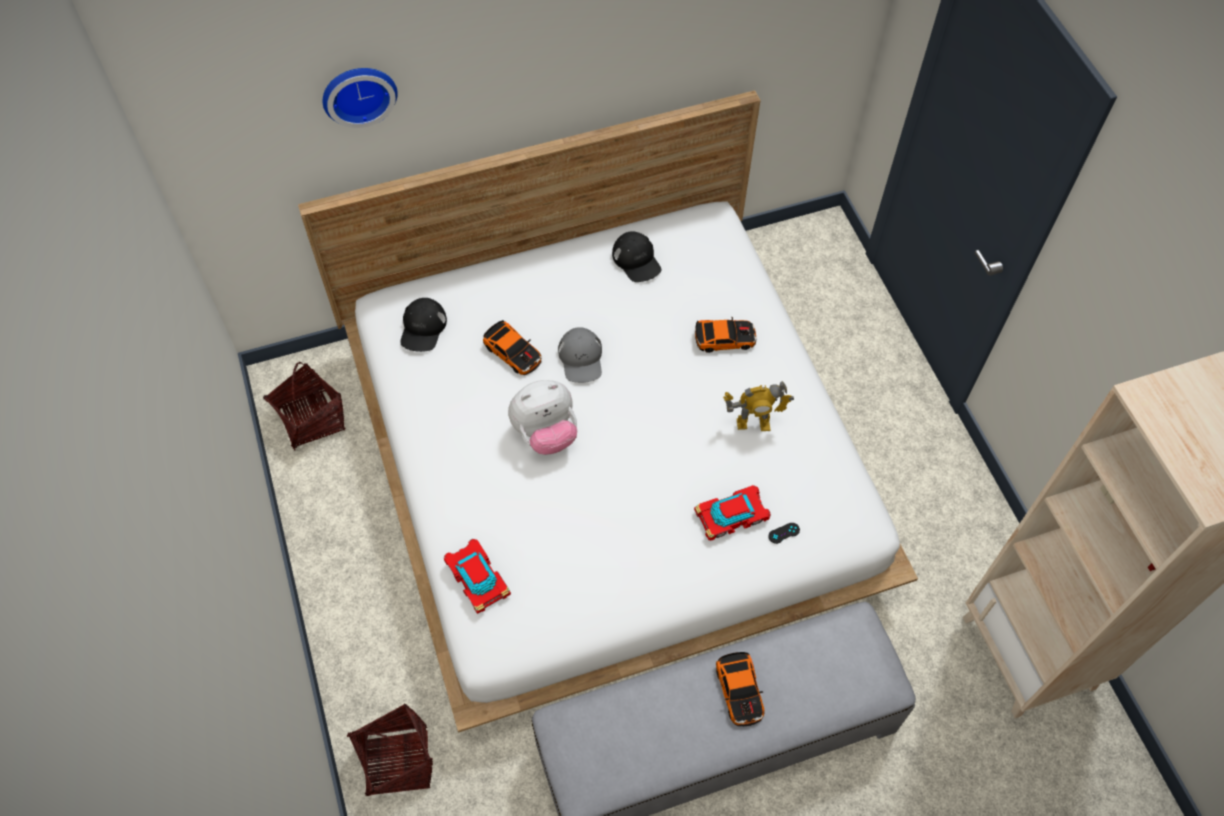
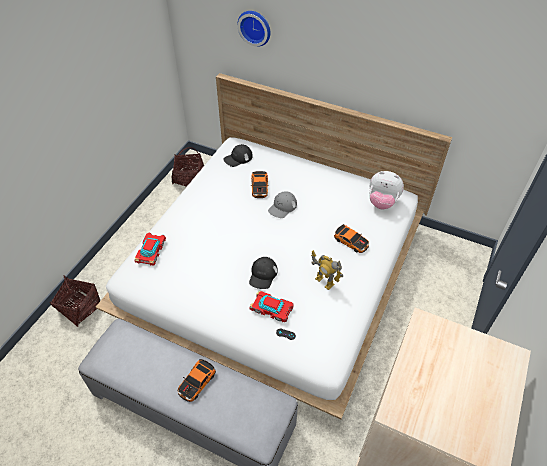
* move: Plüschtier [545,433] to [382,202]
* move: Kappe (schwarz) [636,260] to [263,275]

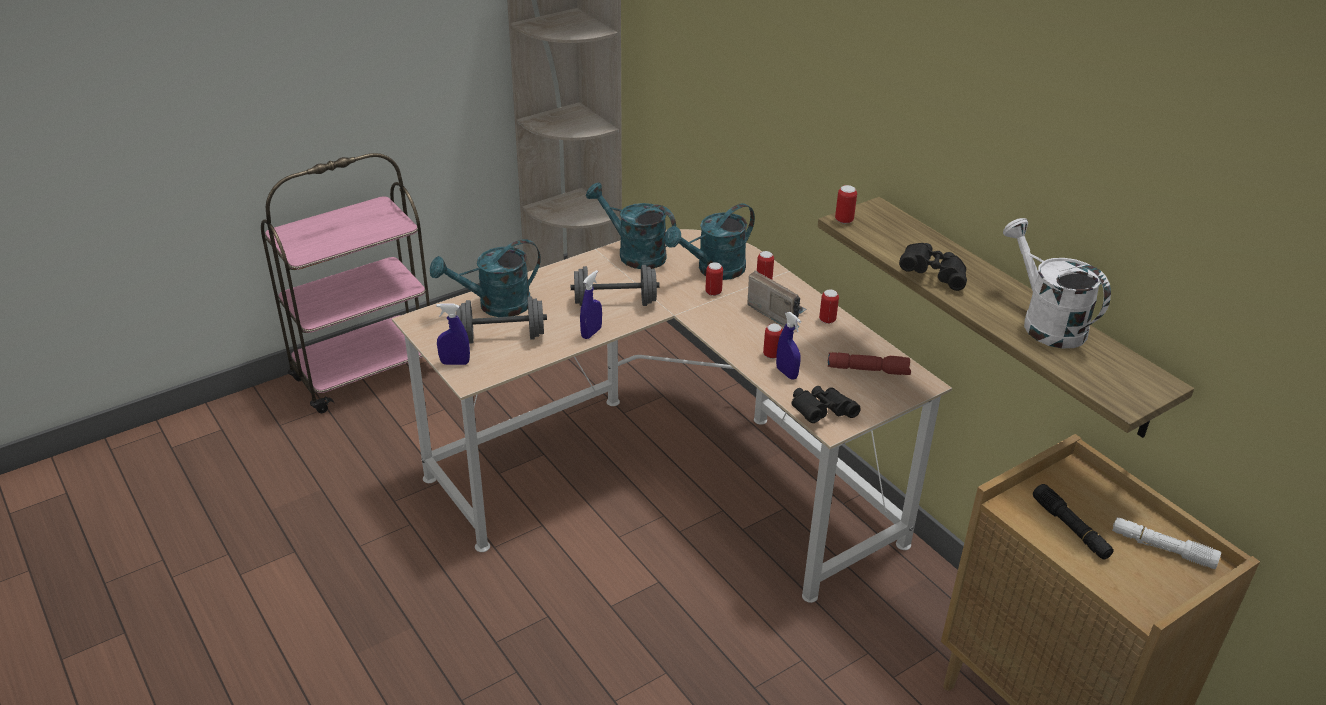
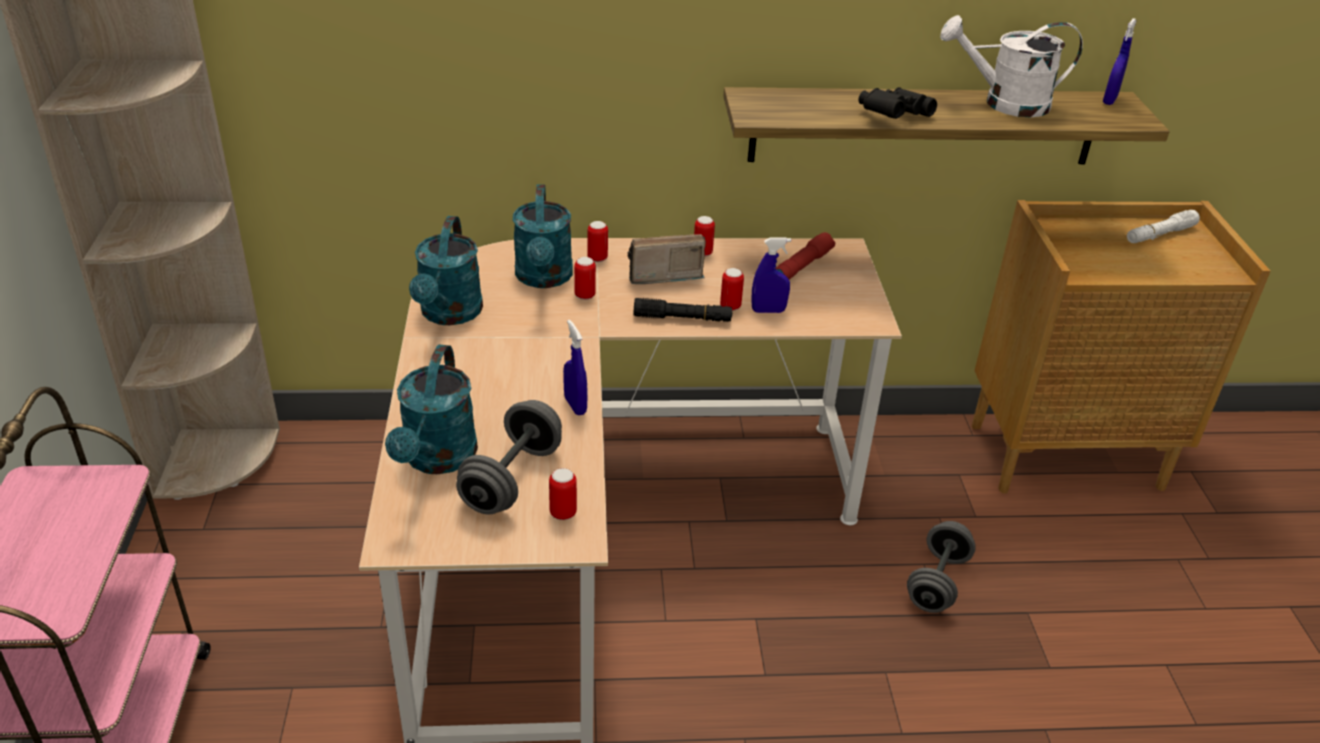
* move: Sprühflasche (blau) [455,363] to [1109,100]
* move: Hantel (grau) [615,303] to [937,582]
* rotate: Gießkanne (türkis) [634,253] = [449,315] 60 degrees counterclockwise
* delete: Fernglas (schwarz) [821,413]
* move: Dose [844,220] to [563,513]
* move: Taschenlampe (schwarz) [1070,528] to [682,318]

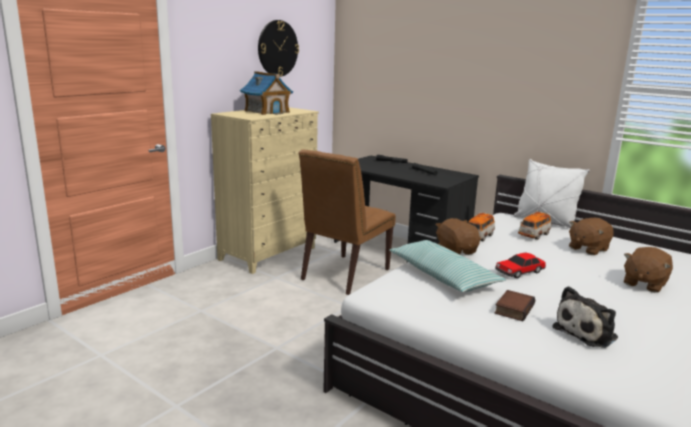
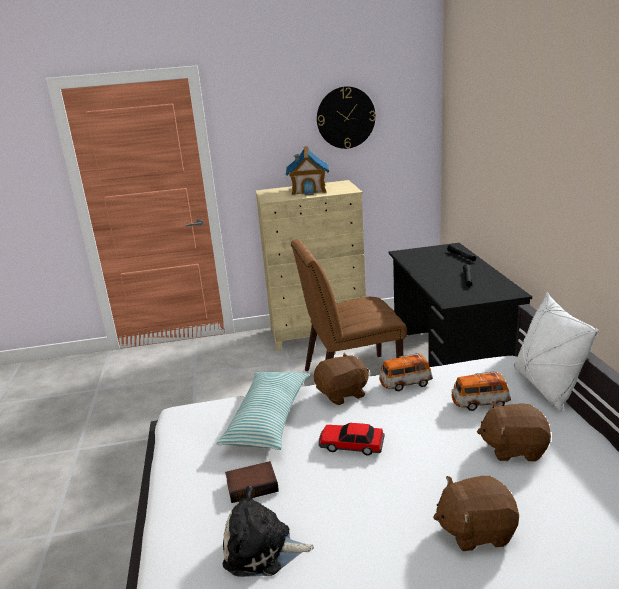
* rotate: Plüschtier (braun) [456,251] = [342,394] 45 degrees clockwise

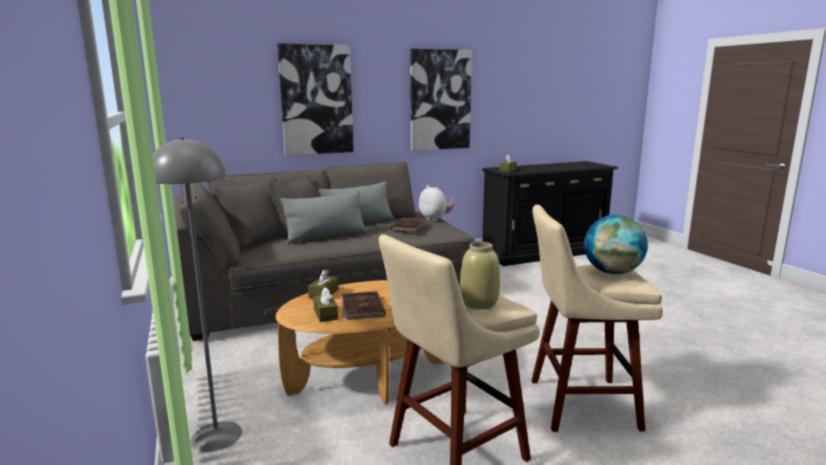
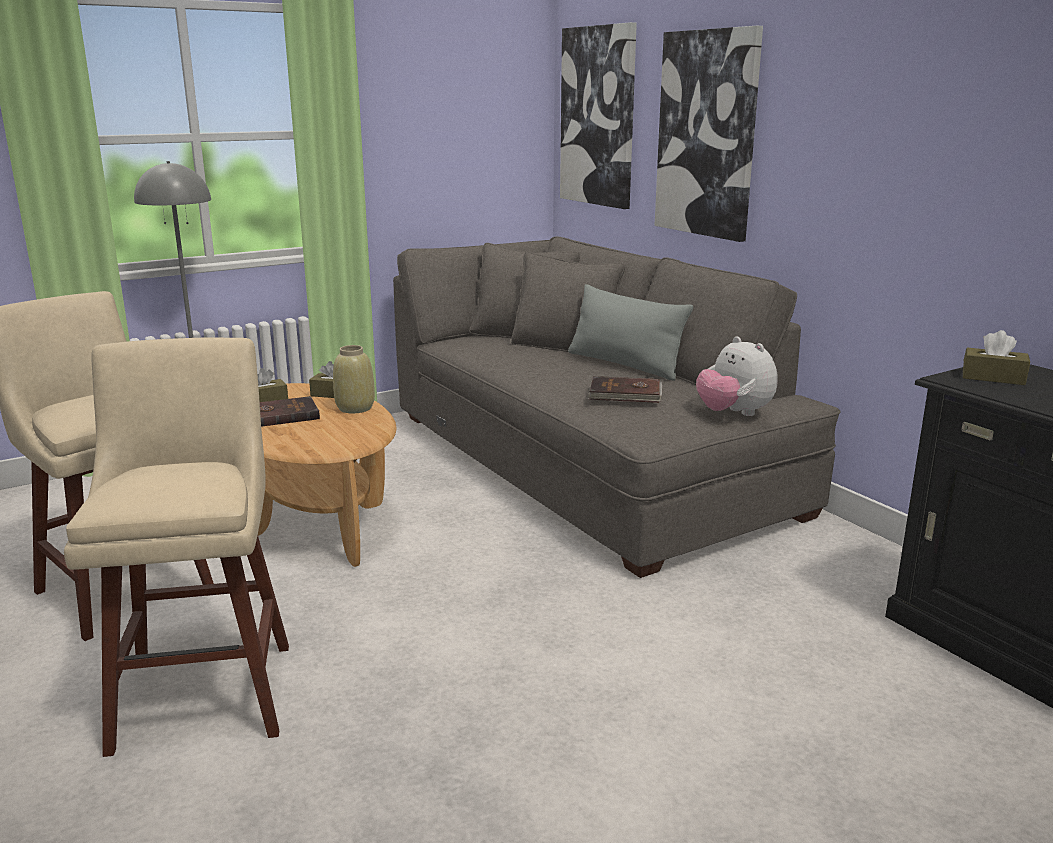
* delete: Kissen (grau) [326,236]
* move: Bild [440,100] to [598,117]
* rotate: Plüschtier [436,219] = [734,413] 105 degrees clockwise
* move: Vase (beige) [479,303] to [354,408]
* delete: Globus [612,272]

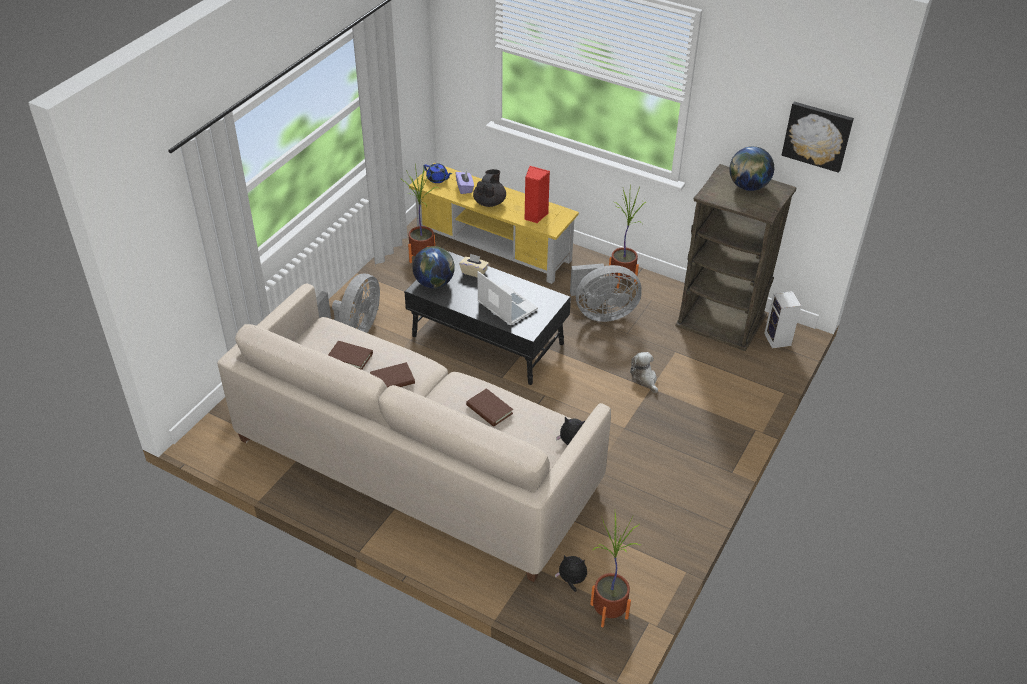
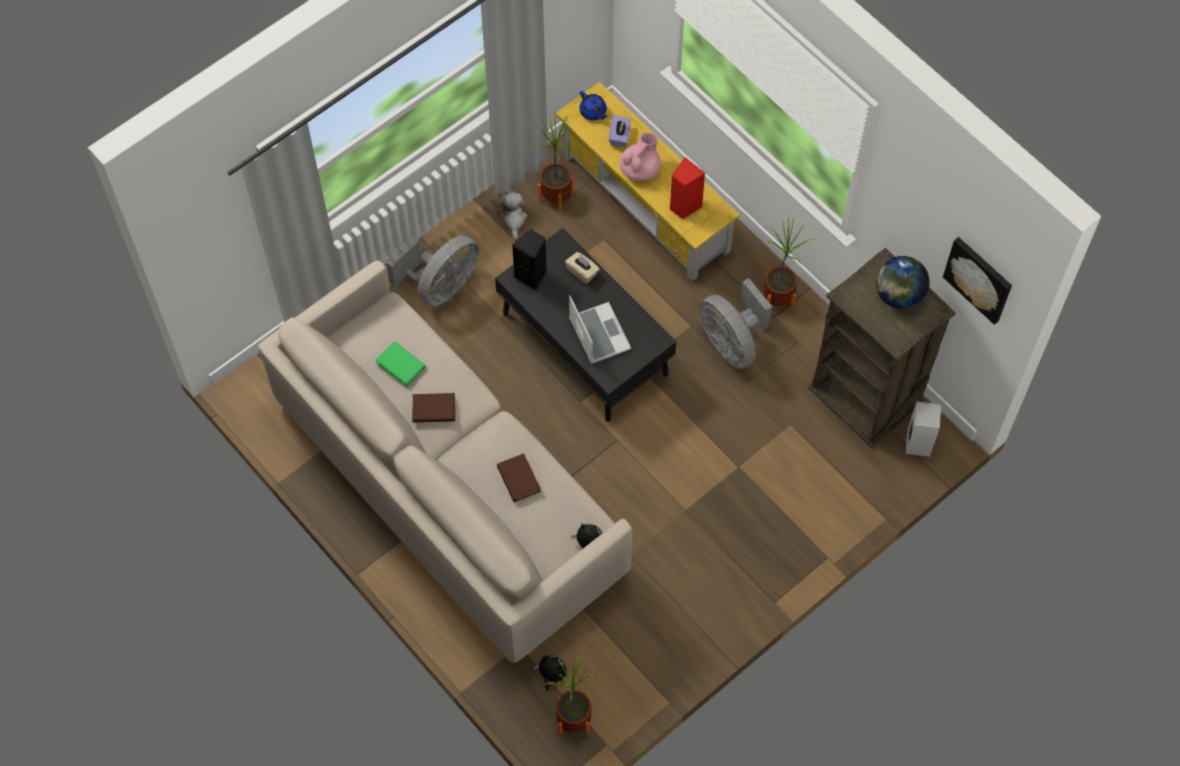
* recolor: Buch (braun) [350,357] to Buch (grün) [400,365]
* replace: Globus [434,283] to Lautsprecher (schwarz) [532,276]
* recolor: Teekanne (schwarz) [490,202] to Teekanne (rosa) [640,169]
* rotate: Ventilator (grau) [602,313] = [731,343] 45 degrees clockwise
* move: Plüschtier [644,379] to [512,219]

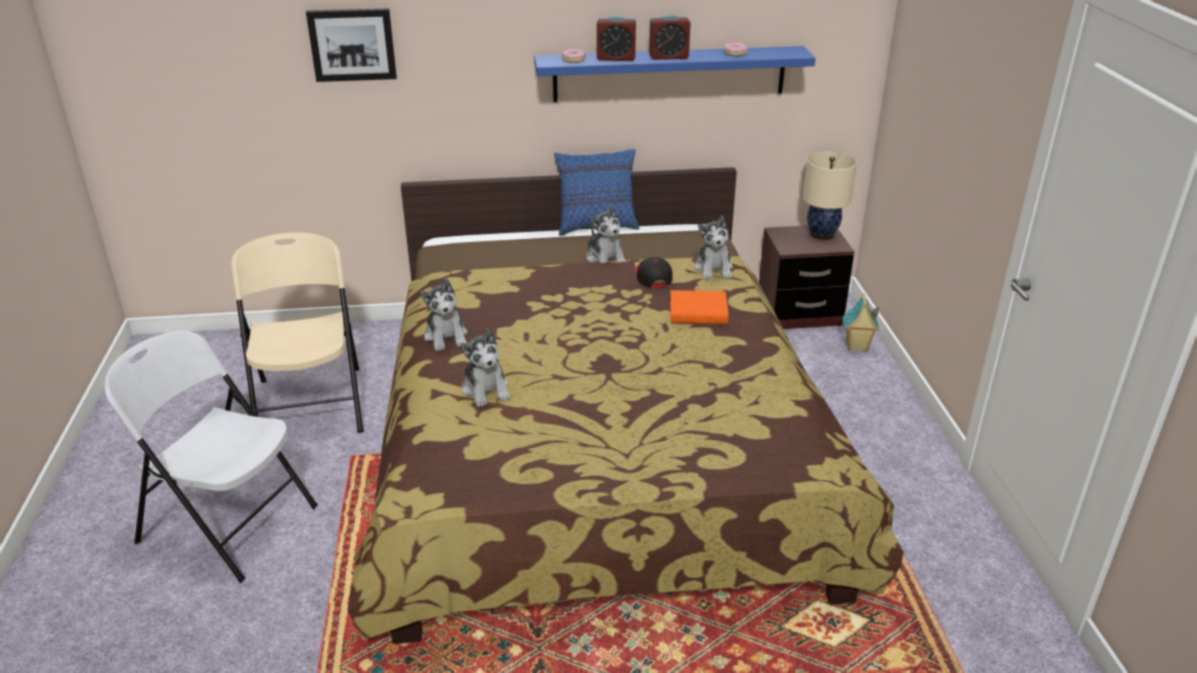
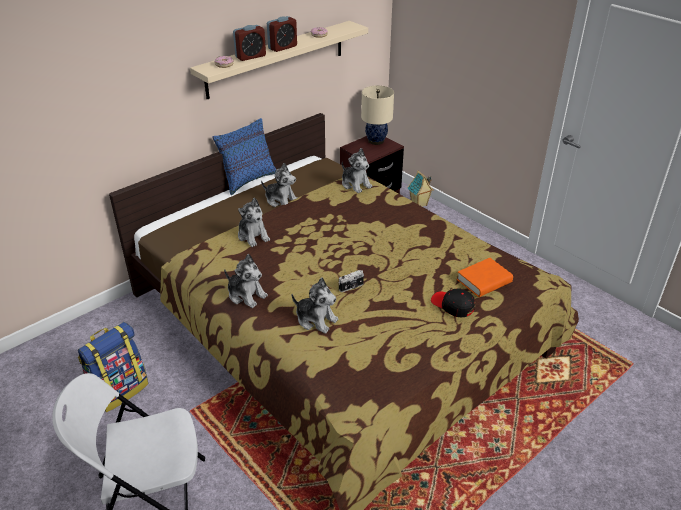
* replace: Stuhl (beige) [311,406] to Rucksack [119,390]
* delete: Bild [352,44]
* recolor: Wandregal (blau) [669,74] to Wandregal (beige) [276,59]
* move: Kappe (schwarz) [652,277] to [452,305]
* move: Buch (orange) [698,313] to [484,281]
* insert: Plüschtier [253,236]
* insert: Kamera [351,287]

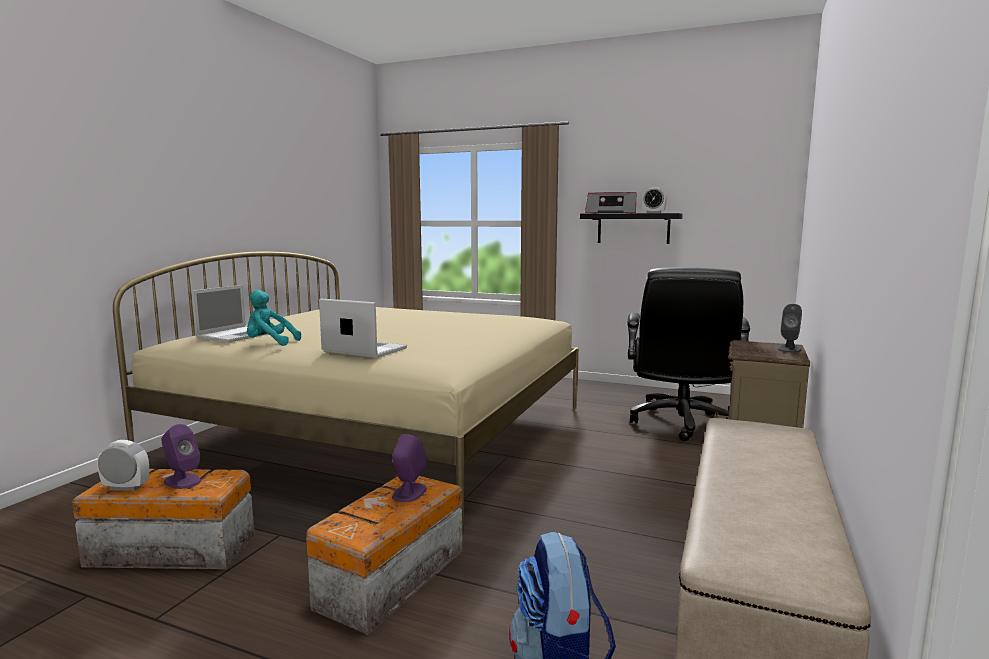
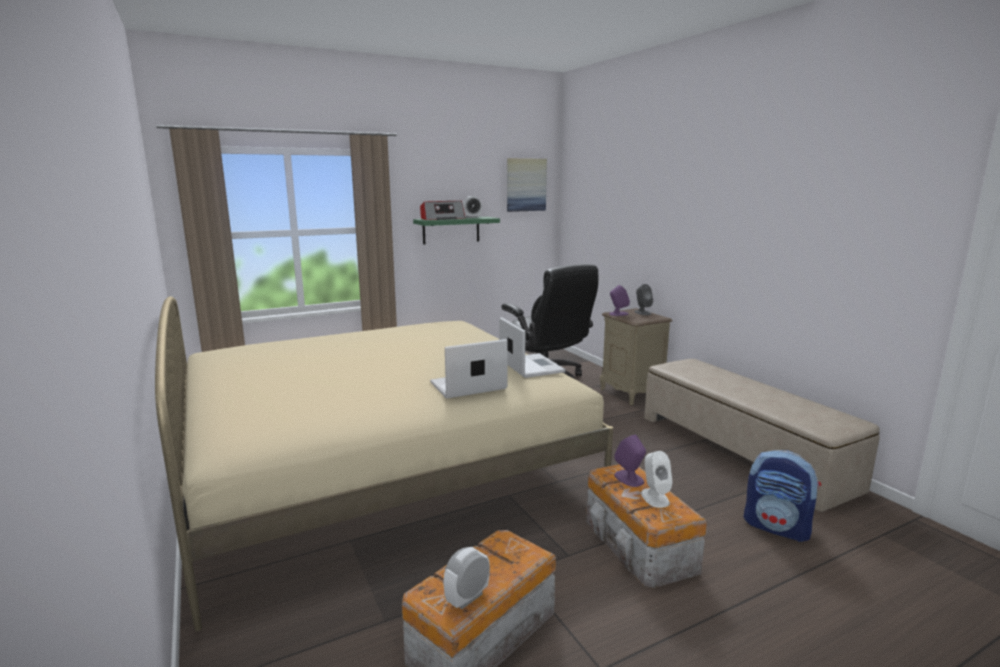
* move: Lautsprecher (lila) [182,481] to [618,314]
* move: Laptop [237,335] to [530,366]
* delete: Plüschtier (türkis) [269,343]
* recolor: Wandregal (schwarz) [633,228] to Wandregal (grün) [451,230]
* insert: Bild [526,185]
* insert: Lautsprecher (weiß) [654,497]

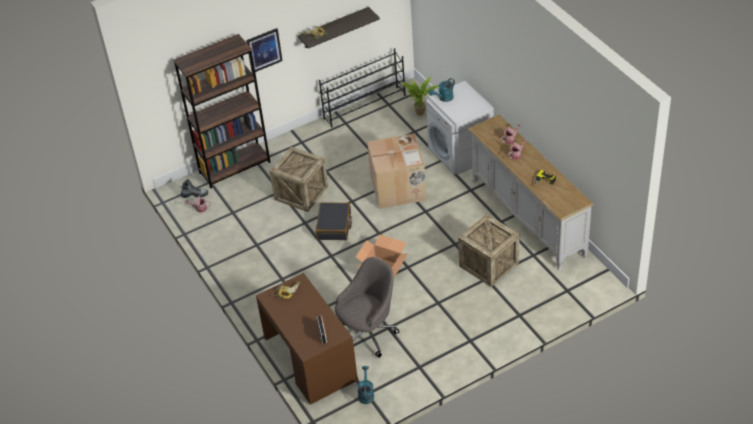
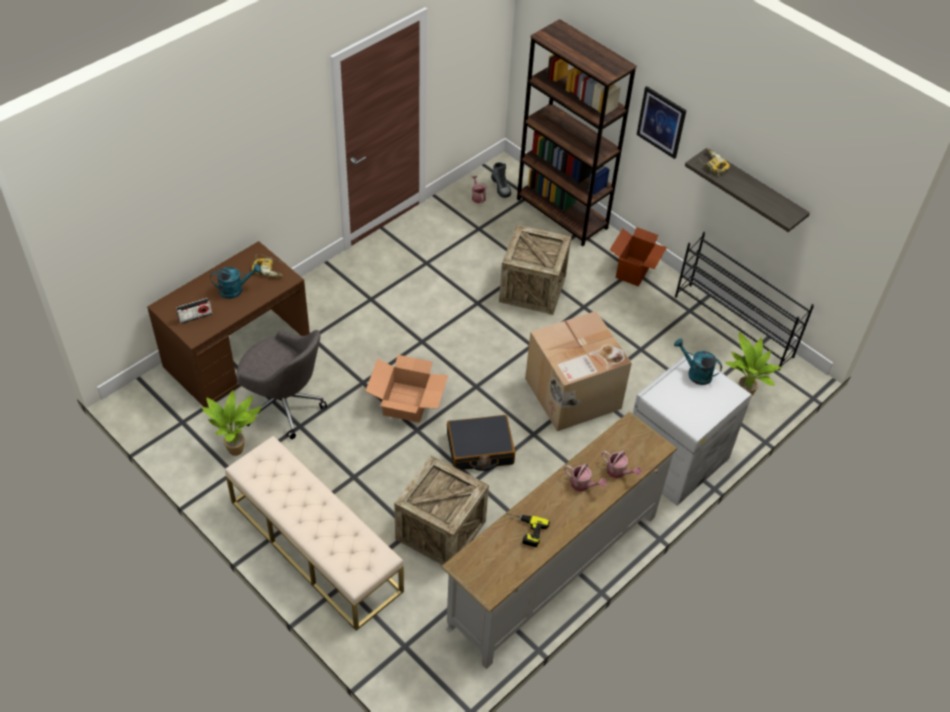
* move: Koffer (schwarz) [334,226] to [480,449]
* move: Gießkanne (türkis) [366,394] to [235,289]
* insert: Topfpflanze [238,449]
* insert: Bank (beige) [315,546]
* insert: Karton [633,271]

